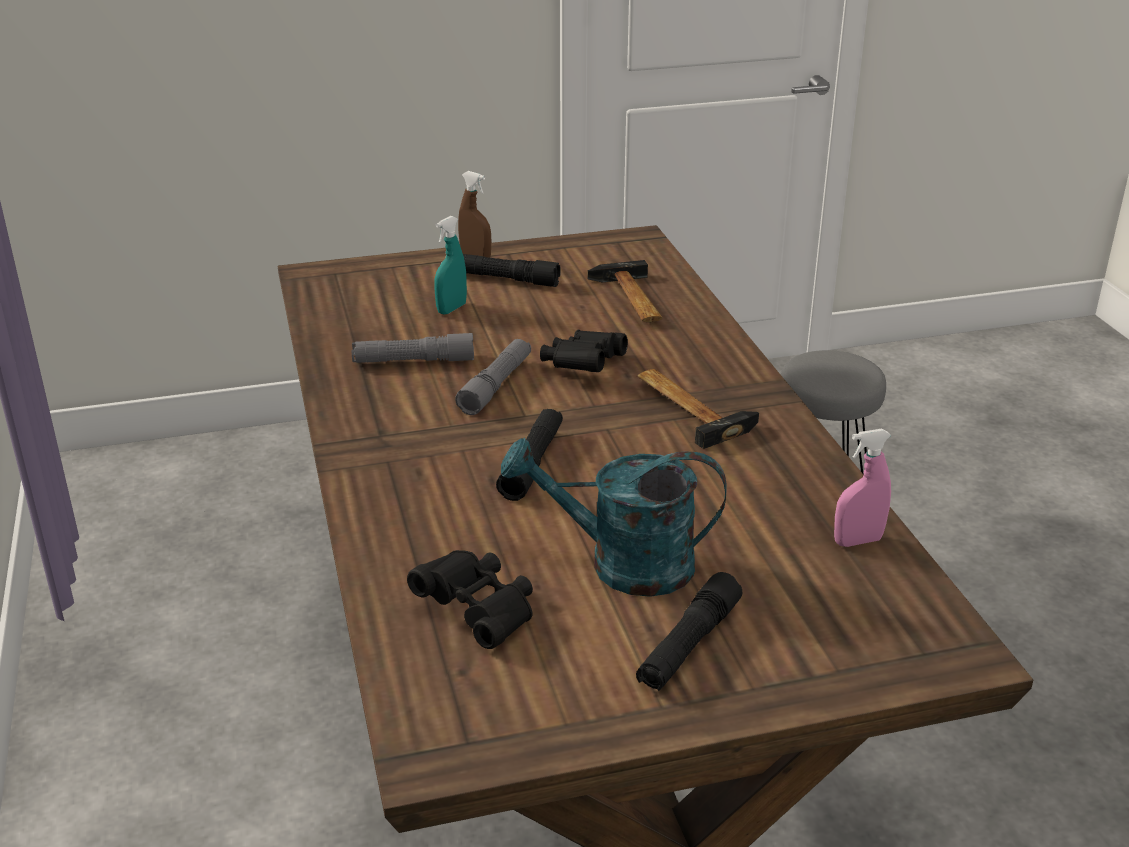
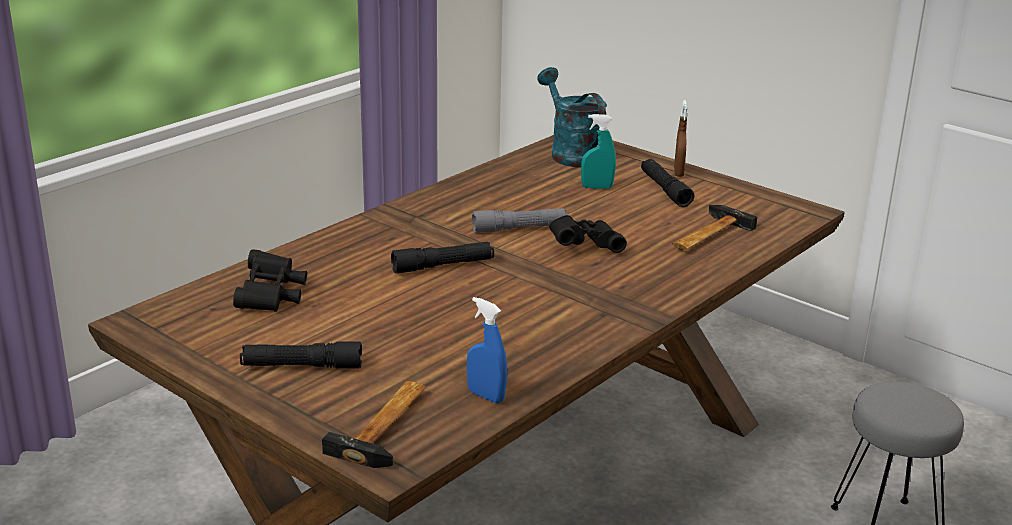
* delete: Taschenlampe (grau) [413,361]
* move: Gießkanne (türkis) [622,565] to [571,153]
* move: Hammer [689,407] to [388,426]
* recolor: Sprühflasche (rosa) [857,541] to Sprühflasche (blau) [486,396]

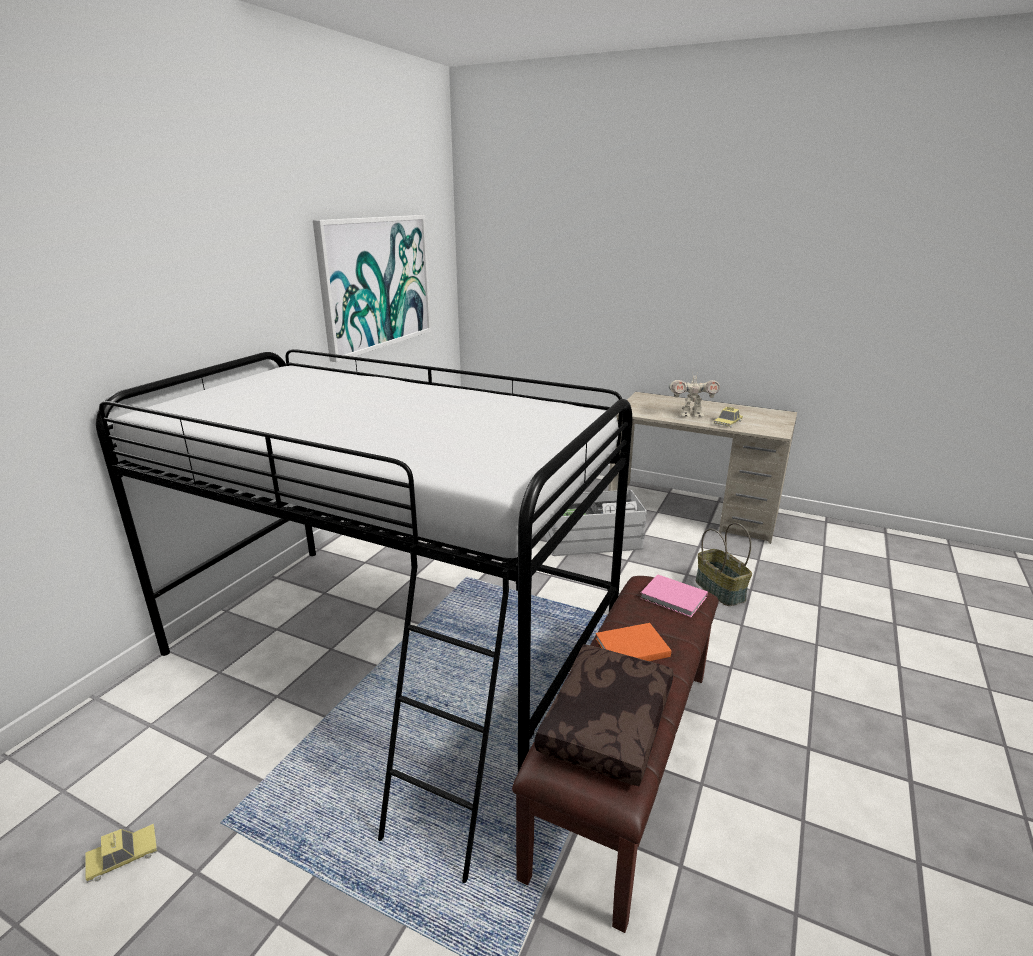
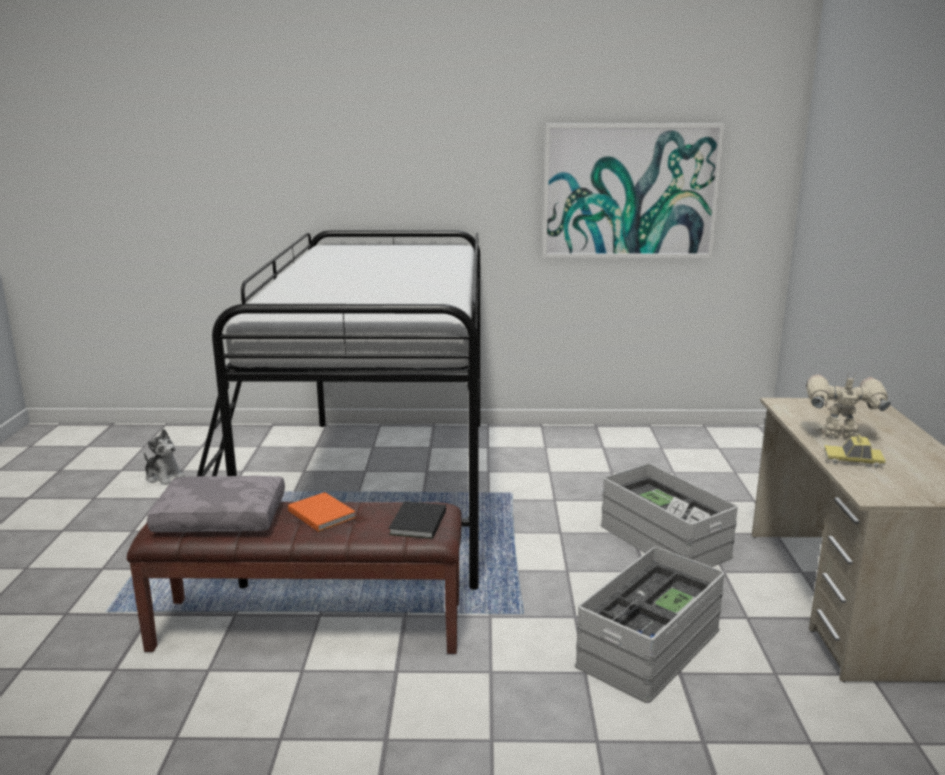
* replace: Spielzeugauto [123,856] to Plüschtier [164,477]
* recolor: Kissen (braun) [604,721] to Kissen (grau) [222,517]
* recolor: Buch (rosa) [674,598] to Buch (schwarz) [416,523]
* rotate: Spielzeugroboter [690,415] = [840,436] 120 degrees clockwise
* replace: Korb [721,590] to Aufbewahrungsbox (grau) [650,648]

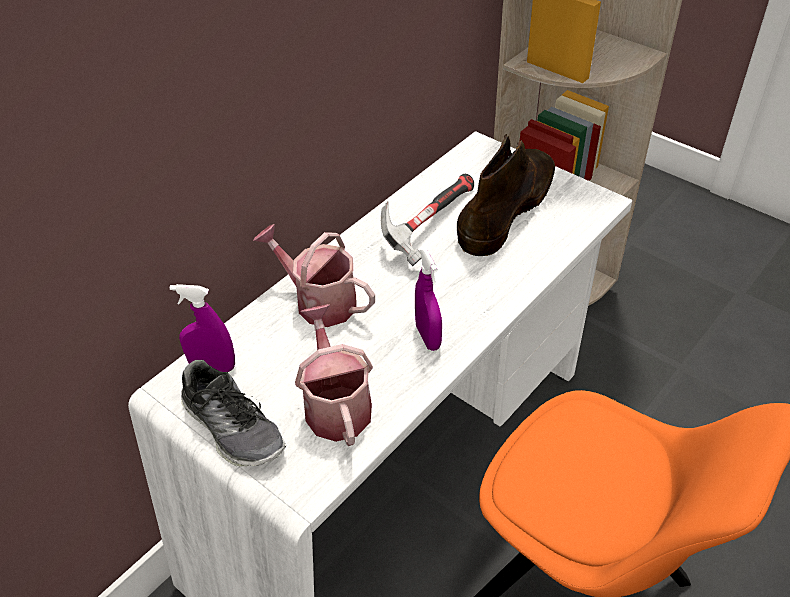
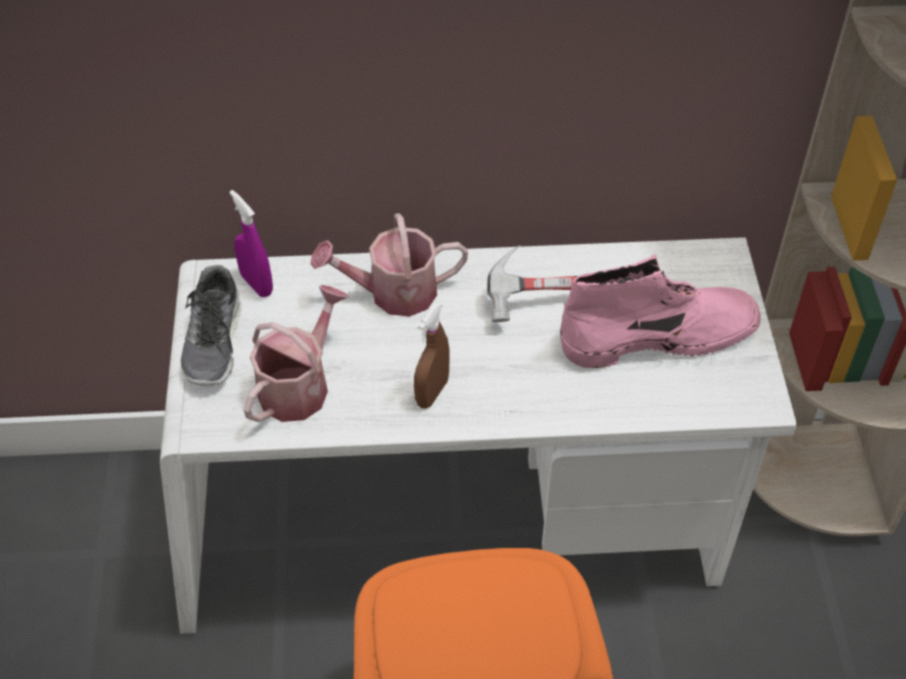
* rotate: Gießkanne [319,301] = [393,293] 90 degrees counterclockwise
* recolor: Sprühflasche (lila) [428,337] to Sprühflasche (braun) [432,392]
* recolor: Stiefel (braun) [507,208] to Stiefel (rosa) [660,336]

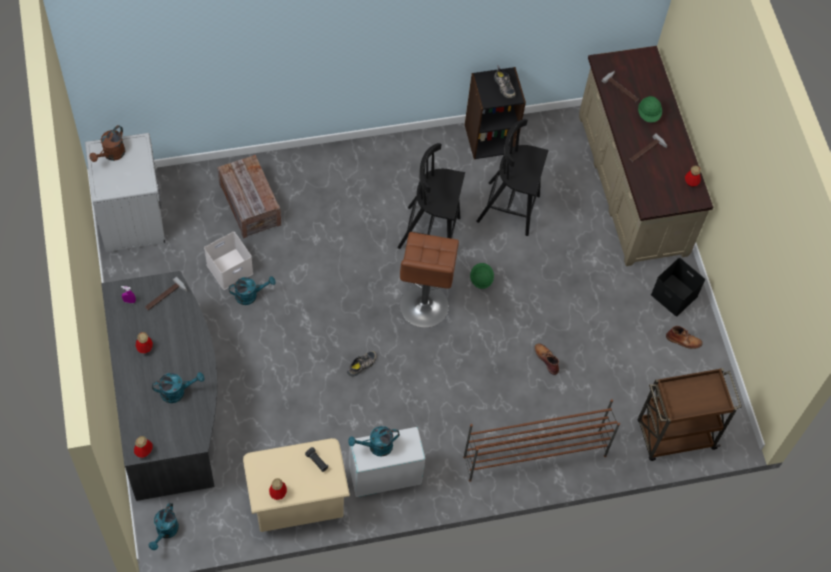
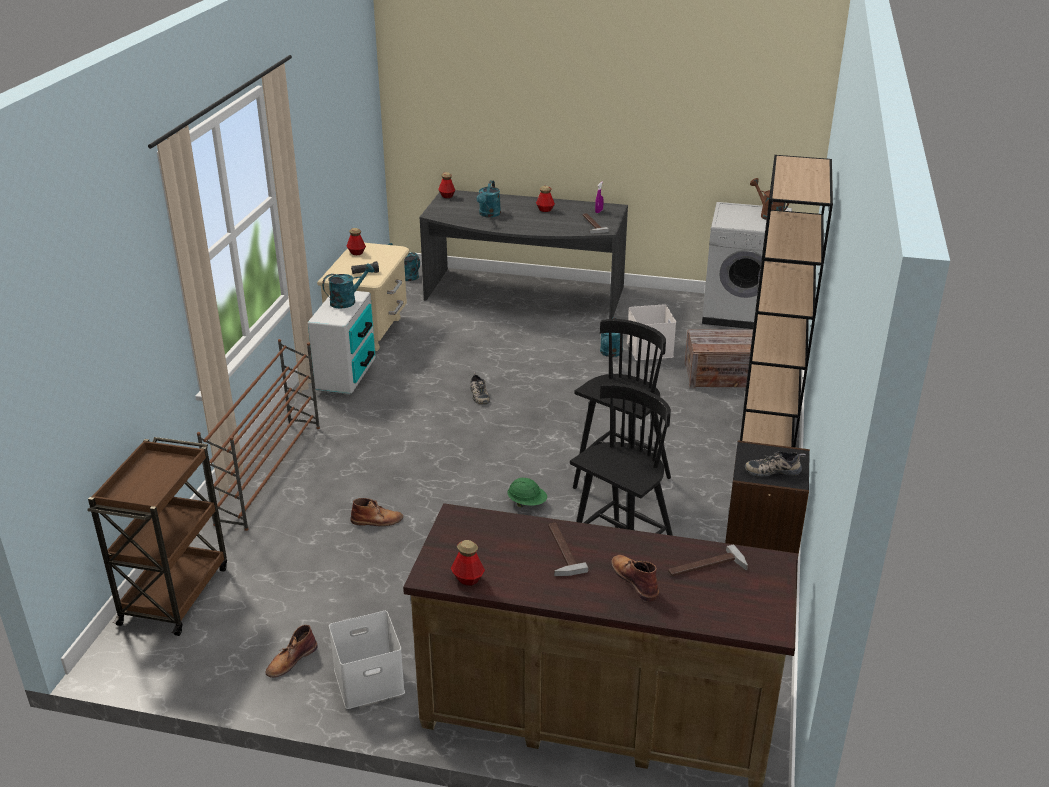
* rotate: Gießkanne (türkis) [376,447] = [347,301] 45 degrees clockwise
* delete: Hocker (braun) [423,306]
* replace: Schutzhelm (grün) [648,114] to Stiefel (braun) [634,579]
* recolor: Aufbewahrungsbox (schwarz) [673,295] to Aufbewahrungsbox (weiß) [370,679]
* insert: Bücherregal (beige) [767,437]

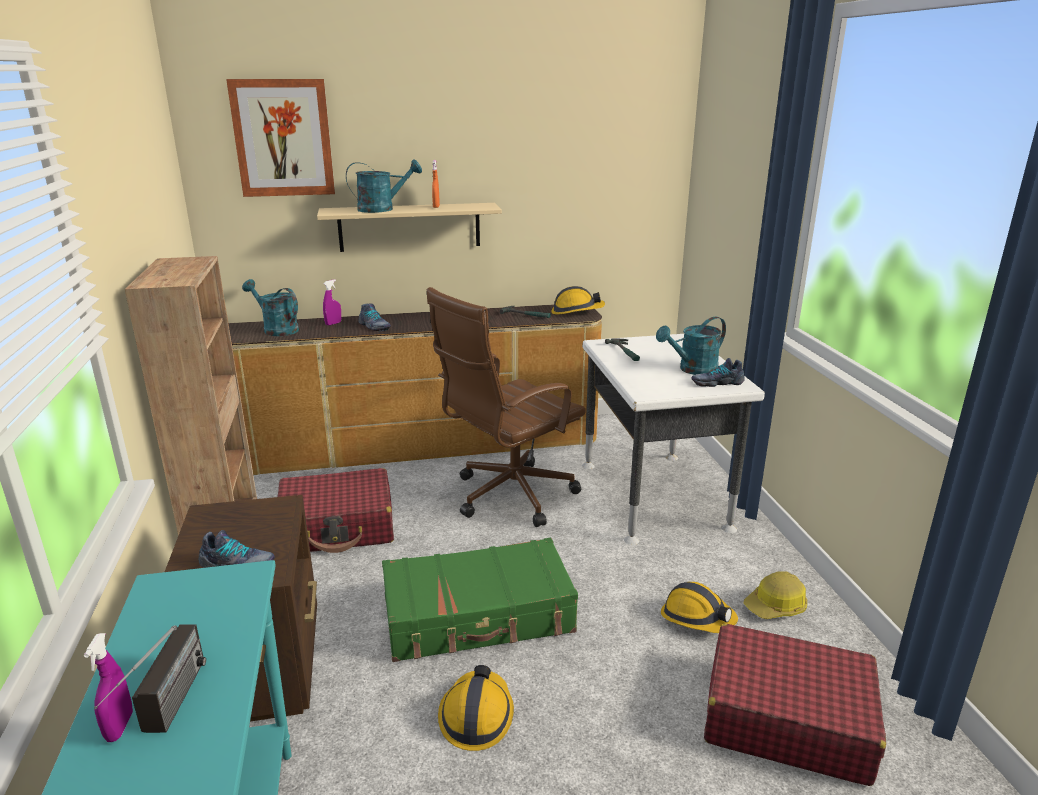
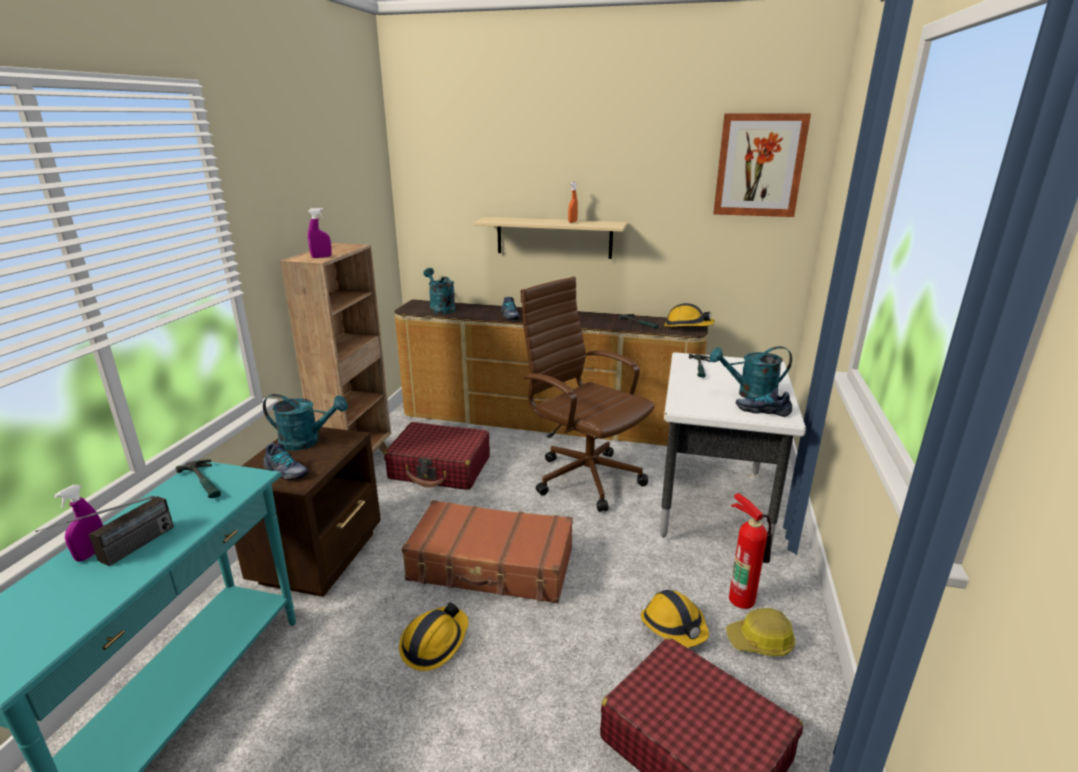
* move: Bild [283,138] to [759,165]
* move: Sprühflasche (lila) [333,323] to [321,257]
* move: Gießkanne (türkis) [382,209] to [307,441]
* recolor: Koffer (grün) [478,616] to Koffer (braun) [491,565]
* rotate: Bürostuhl (braun) [509,497] = [583,477] 60 degrees clockwise
* insert: Hammer [205,482]
* insert: Feuerlöscher [742,597]

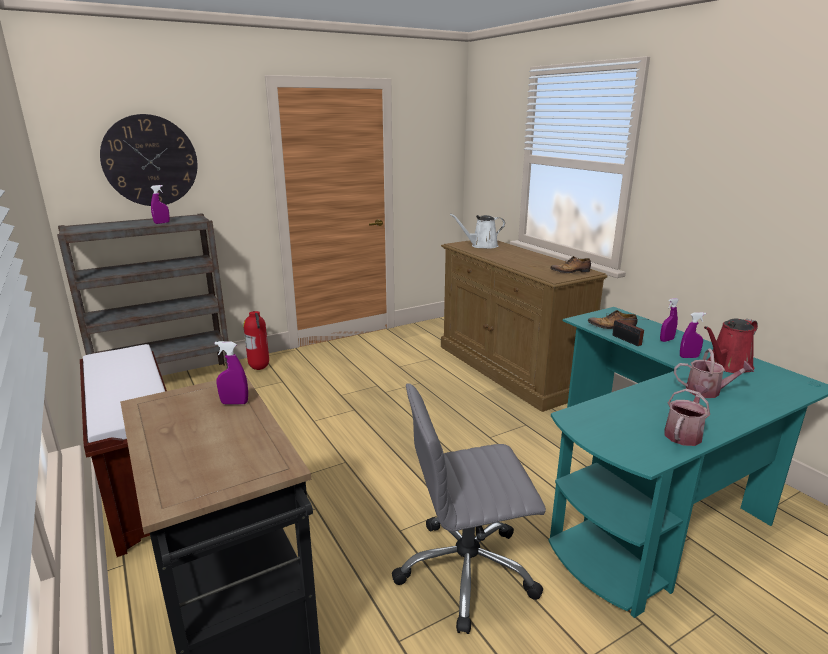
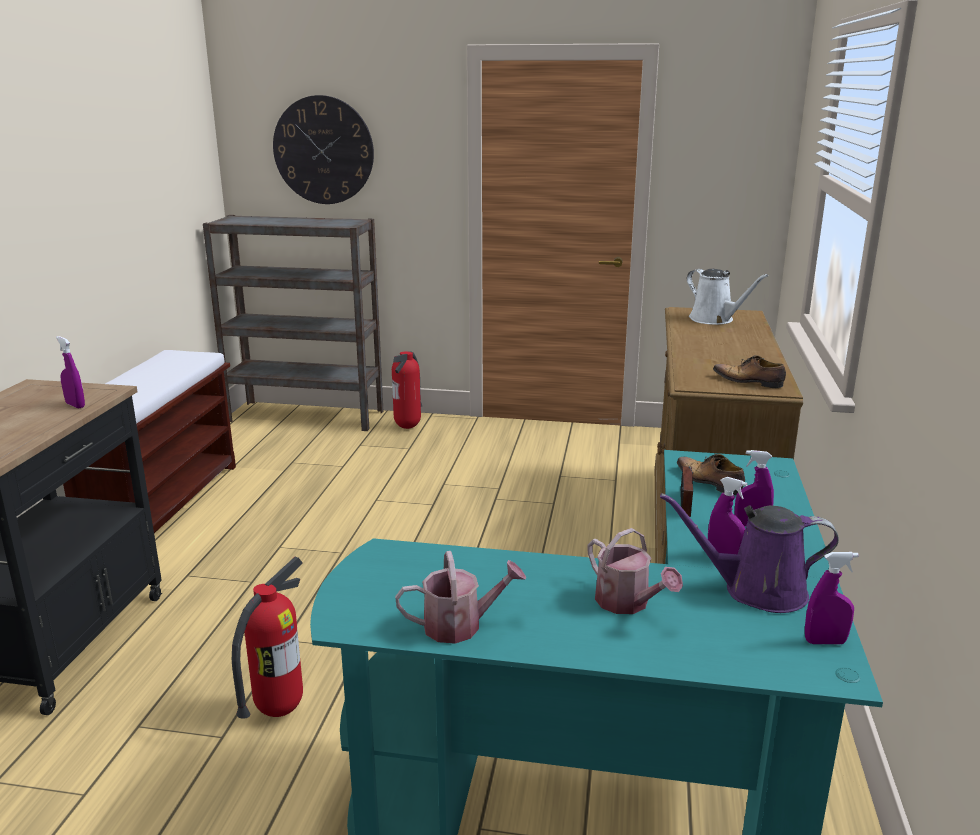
* move: Sprühflasche (lila) [162,223] to [825,642]
* replace: Bürostuhl (grau) [465,571] to Feuerlöscher [279,710]
* rotate: Gießkanne (weiß) [482,246] = [714,320] 150 degrees counterclockwise
* recolor: Gießkanne (rot) [727,366] to Gießkanne (lila) [756,591]

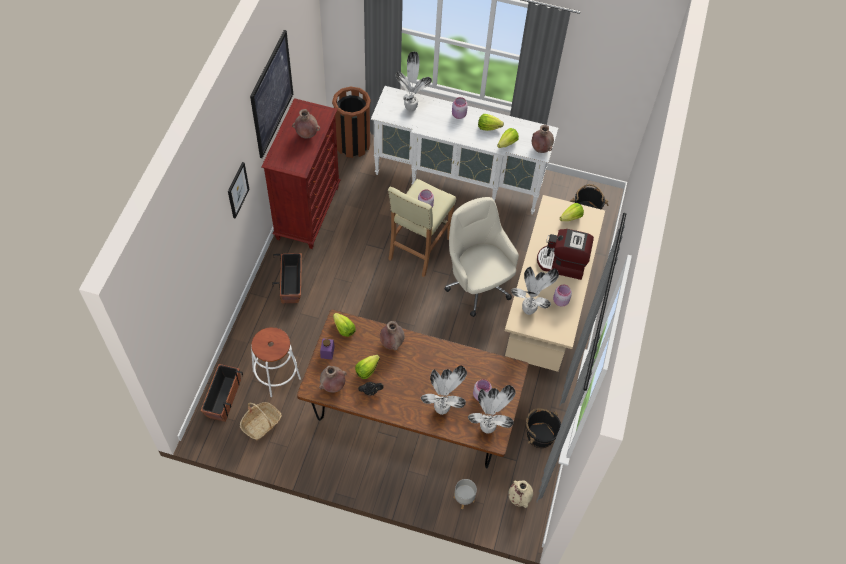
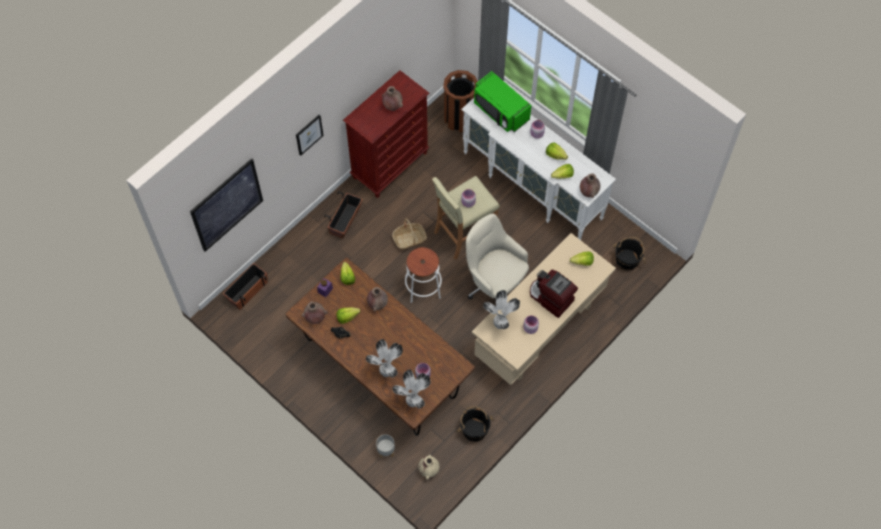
* move: Korb [261,424] to [409,239]
* move: Bild [271,94] to [227,205]
* move: Hocker (weiß) [276,375] to [423,287]
* replace: Topfpflanze [411,107] to Mikrowelle (grün) [500,111]
* rotate: Bürostuhl (beige) [477,286] = [494,285] 45 degrees counterclockwise

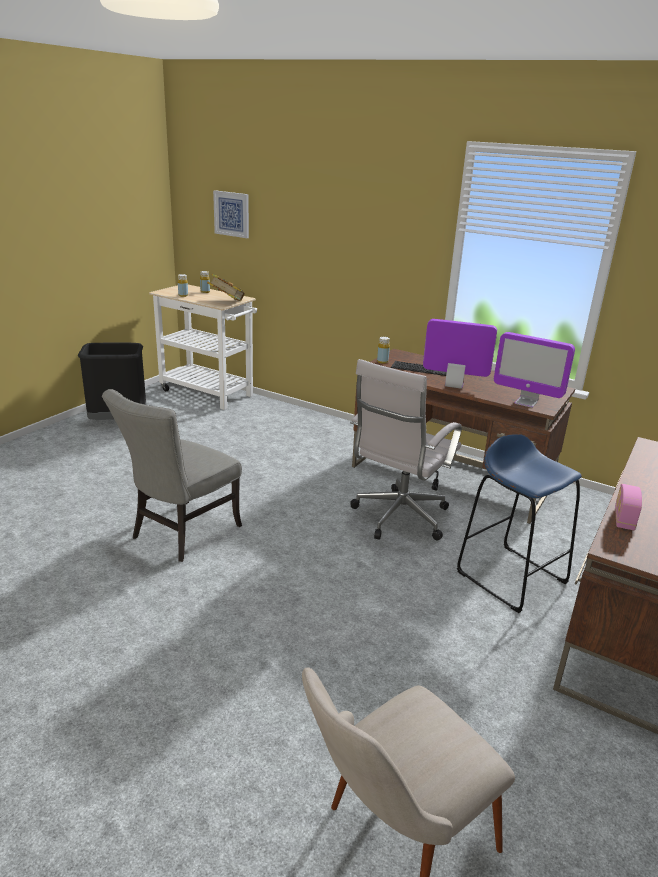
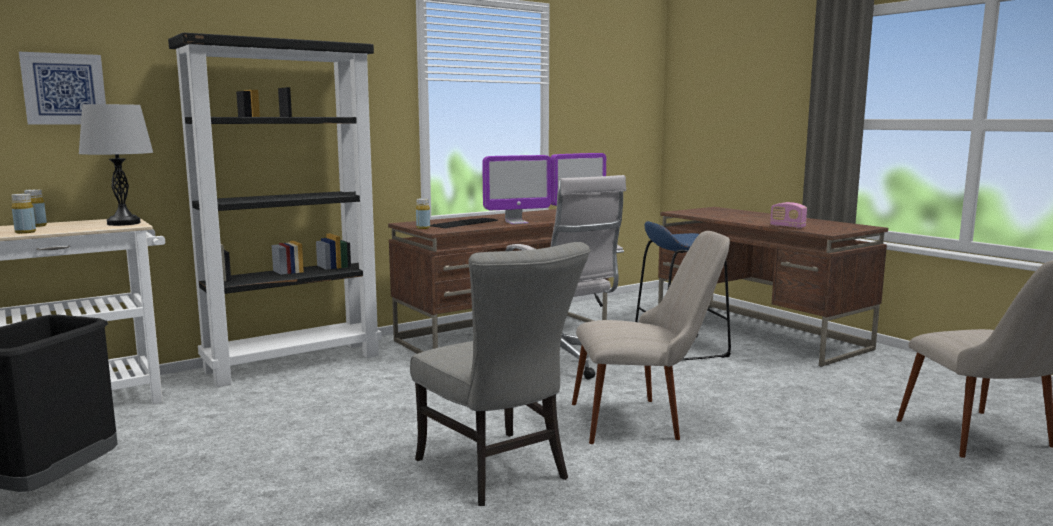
* replace: Buch [226,302] to Tischlampe (grau) [124,223]
* rotate: Monitor [454,385] = [516,222] 150 degrees counterclockwise
* insert: Bücherregal (schwarz) [294,362]
* insert: Stuhl (beige) [644,419]

